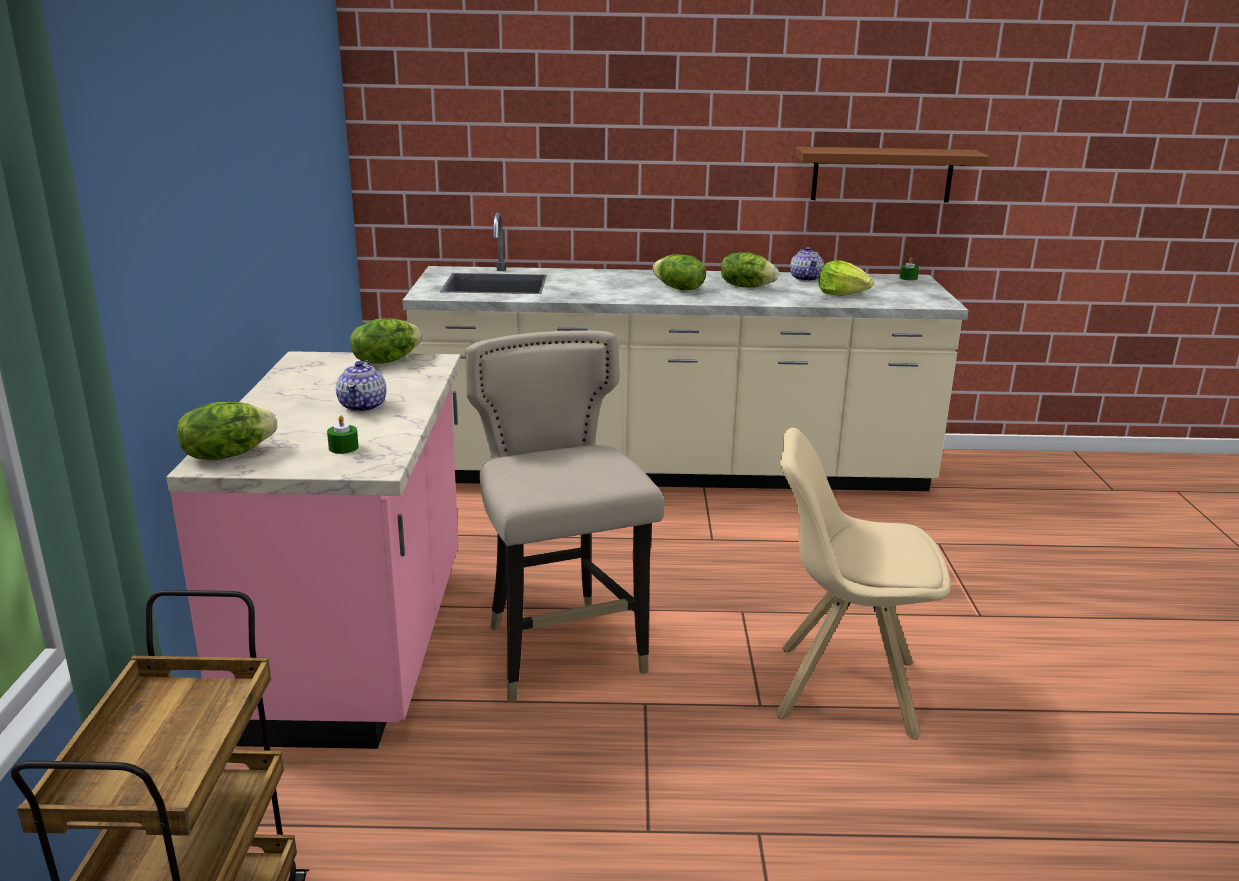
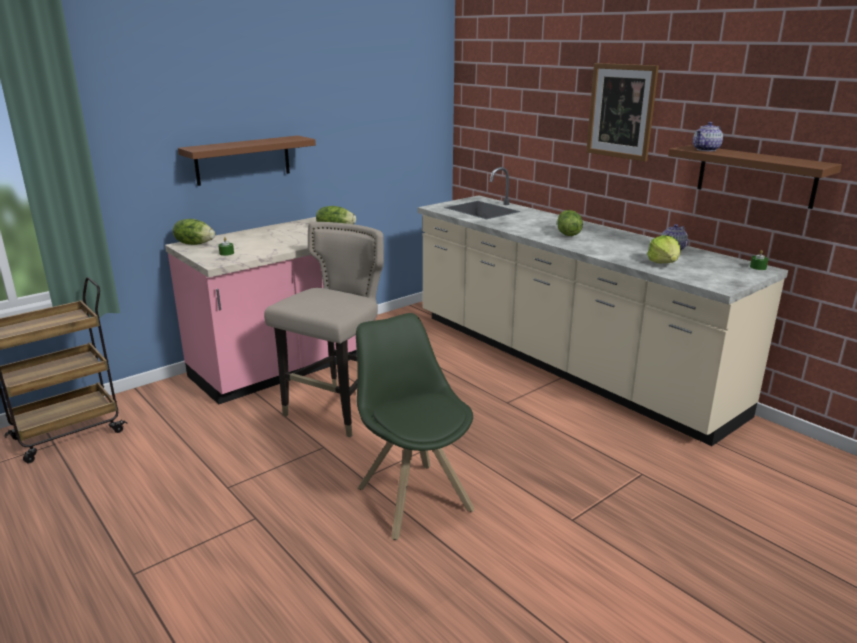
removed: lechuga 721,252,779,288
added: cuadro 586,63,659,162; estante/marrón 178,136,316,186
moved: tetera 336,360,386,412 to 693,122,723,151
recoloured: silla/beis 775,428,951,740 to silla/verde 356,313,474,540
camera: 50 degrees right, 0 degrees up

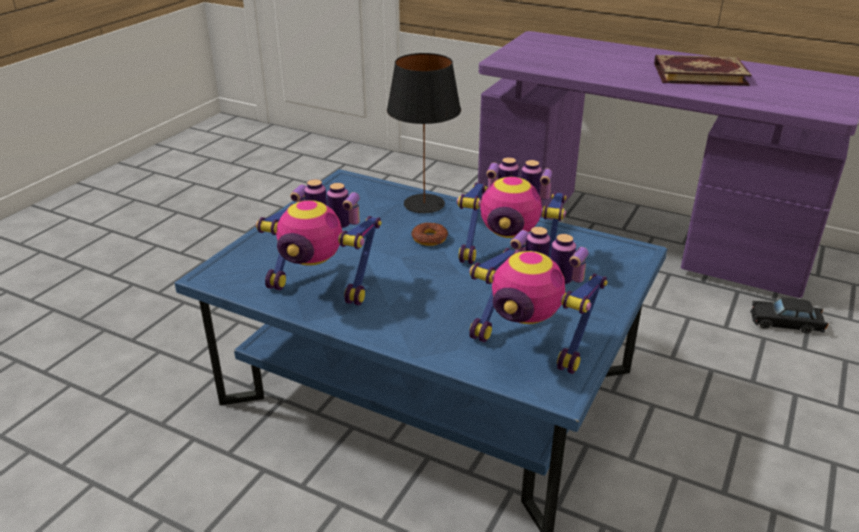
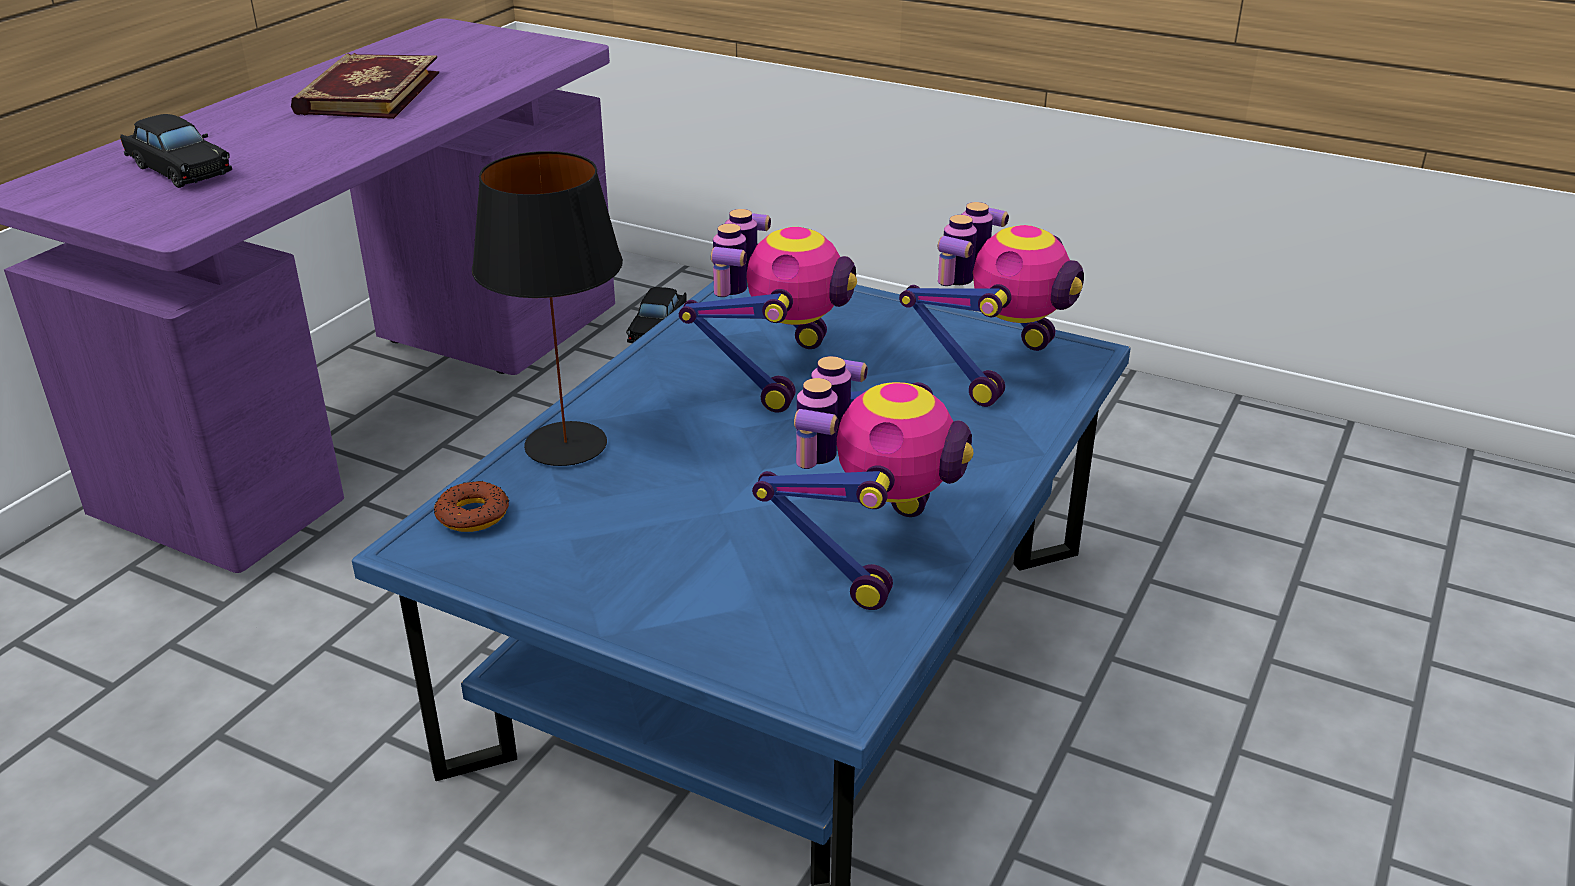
added: coche de juguete/negro 120,114,232,188
moved: rosquilla 411,223,448,246 to 434,481,510,532
camera: 90 degrees left, 0 degrees up

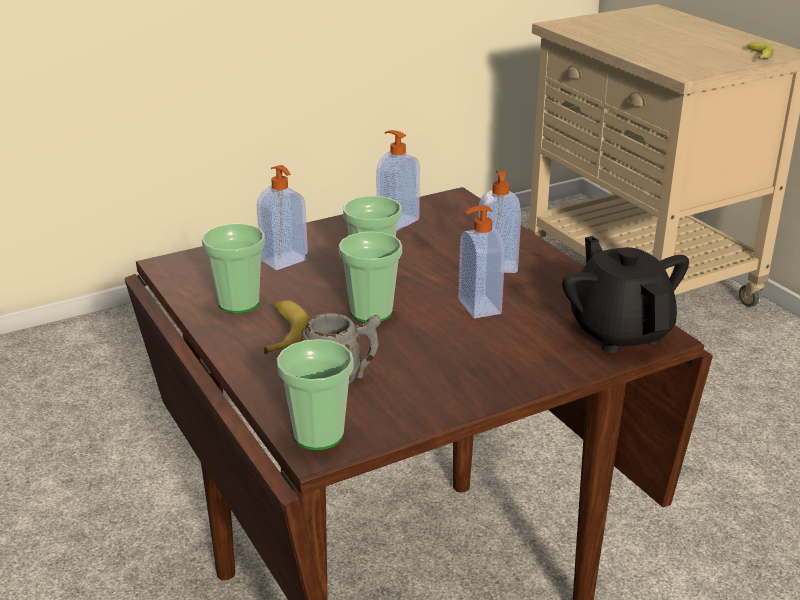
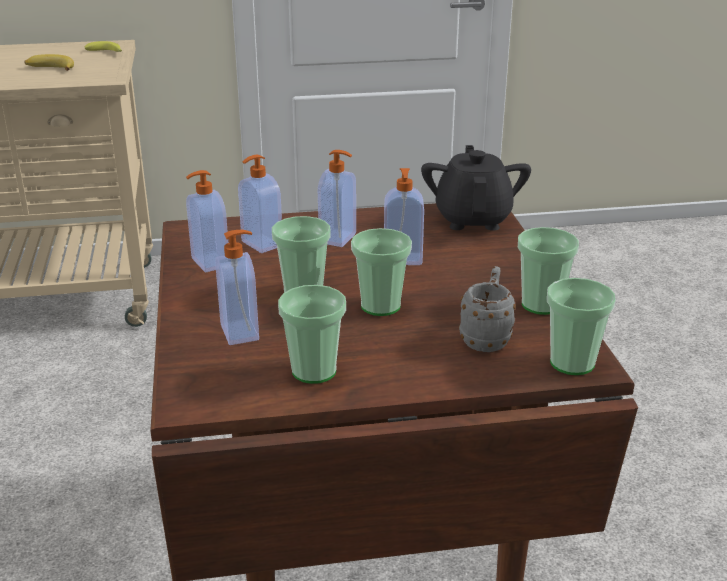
added: dispensador de jabón 238,154,282,253; taza 518,227,579,315
moved: plátano 264,300,310,354 to 24,54,74,71
turned: tetera/negro 562,236,689,353 = 421,145,531,231 90 degrees clockwise
camera: 70 degrees left, 0 degrees up

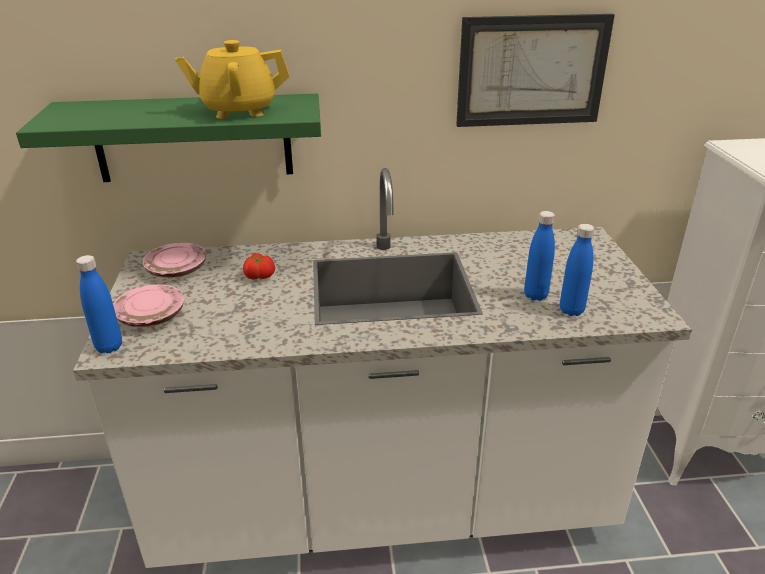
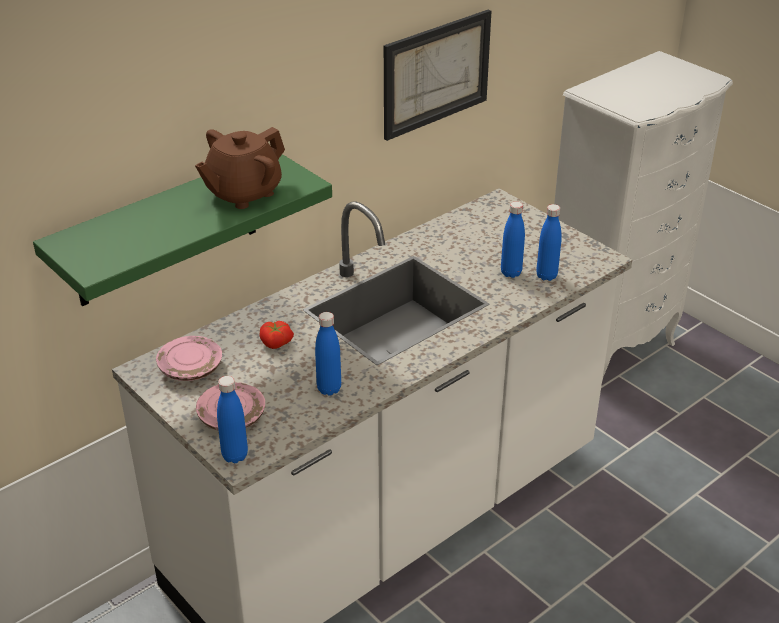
added: botella/azul 315,312,341,396
recoloured: tetera/amarillo 175,40,289,119 to tetera/marrón 195,127,285,209
camera: 35 degrees left, 5 degrees up

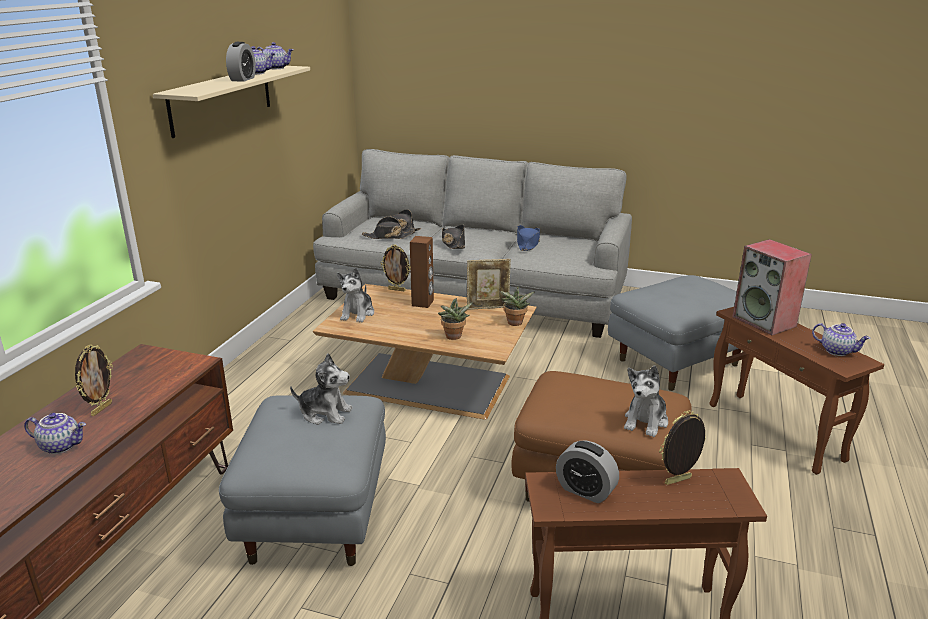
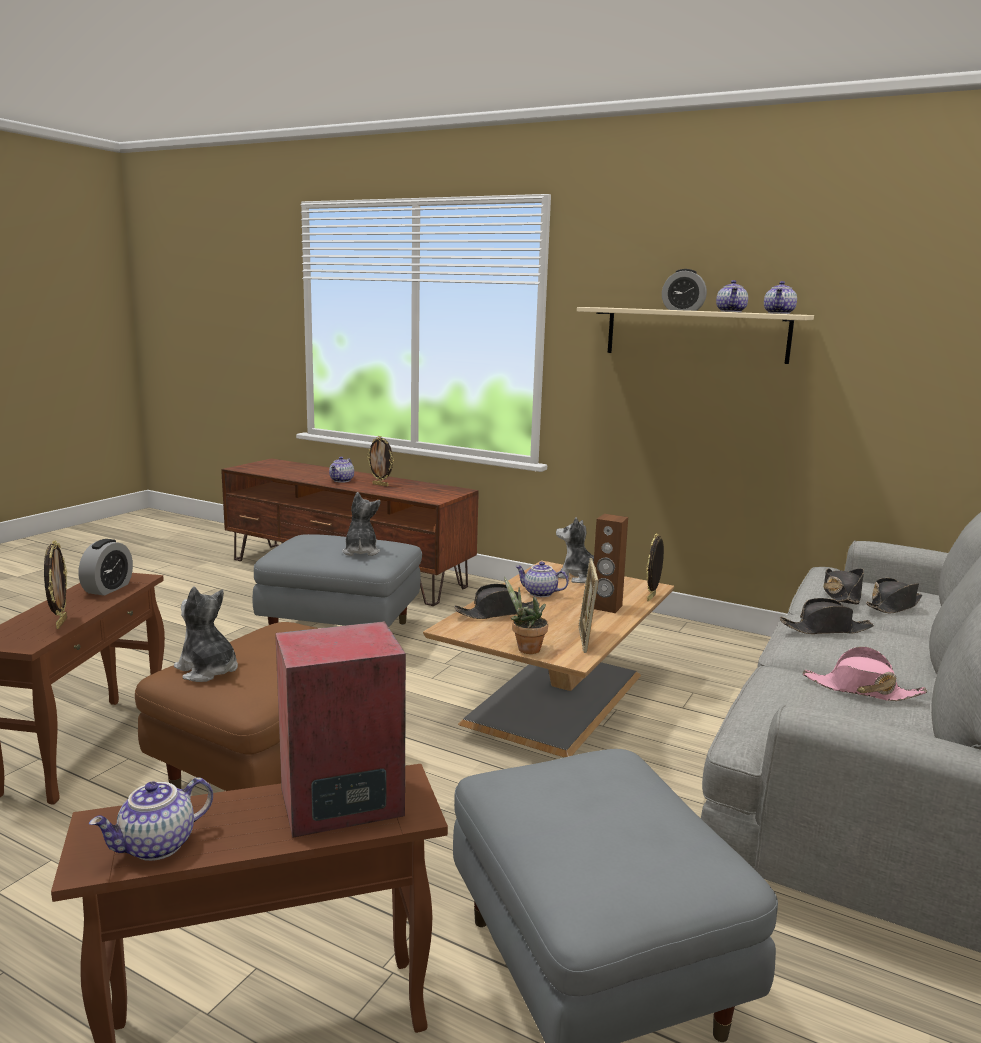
added: tetera 515,562,569,597
replaced: planta en maceta 438,298,473,340 to sombrero/negro 454,584,540,619
recoloured: sombrero/azul 517,225,540,251 to sombrero/rosa 803,646,928,701
turned: peluche 290,353,353,425 = 342,492,381,556 150 degrees clockwise; despertador 556,441,619,503 = 79,539,133,596 150 degrees clockwise
camera: 100 degrees right, 10 degrees down

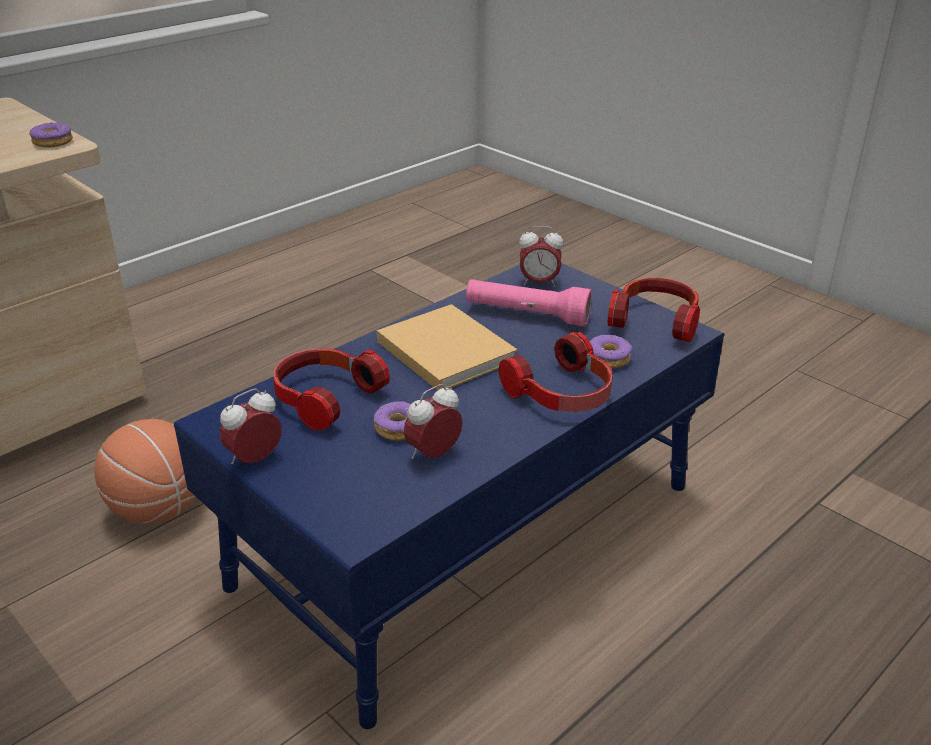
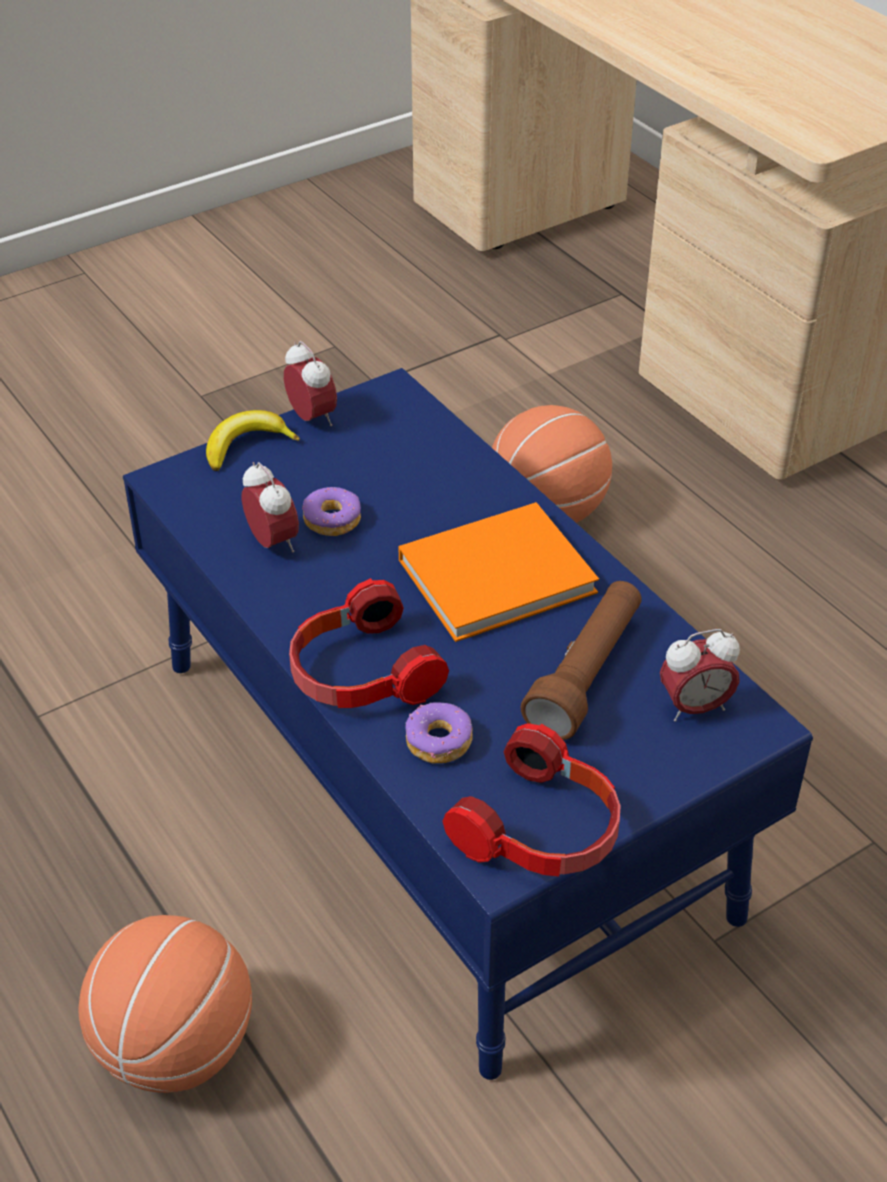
removed: rosquilla 29,122,73,148; auriculares 273,348,390,431
added: plátano 206,410,300,471; balón de baloncesto 78,915,252,1093
recoloured: linterna/rosa 466,279,592,326 to linterna/marrón 521,581,642,740; libro/beis 377,304,518,391 to libro/naranja 398,502,599,642
turned: despertador 519,226,563,287 = 660,629,740,721 120 degrees counterclockwise
camera: 100 degrees right, 10 degrees up

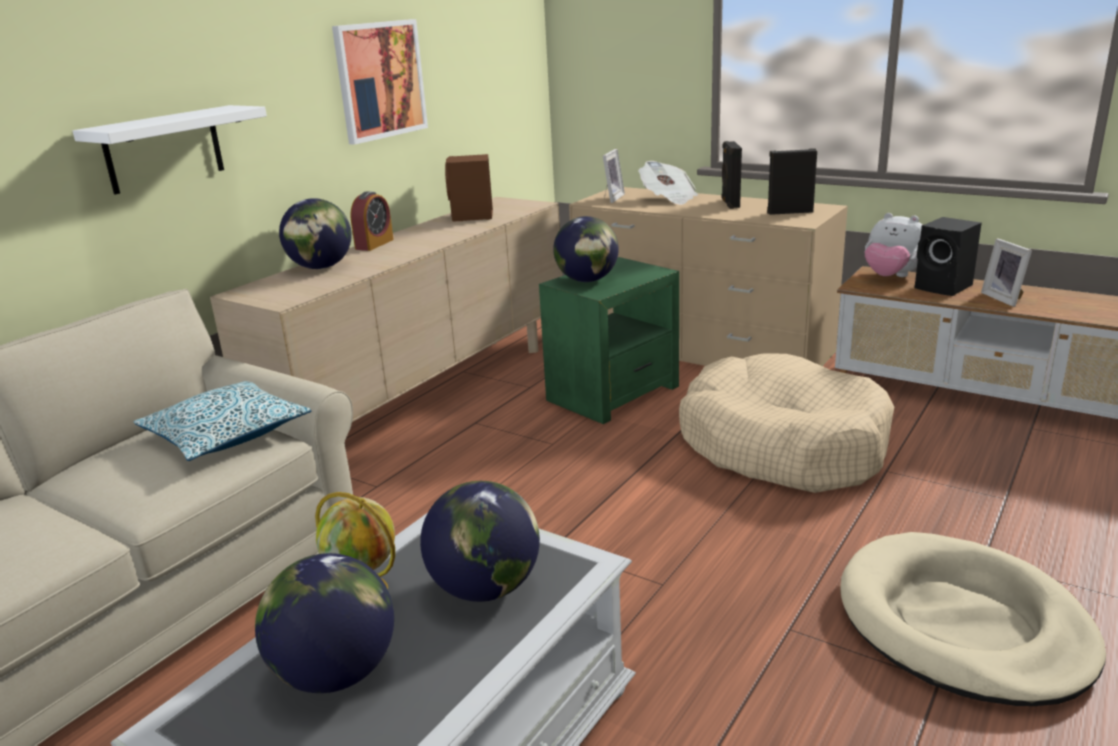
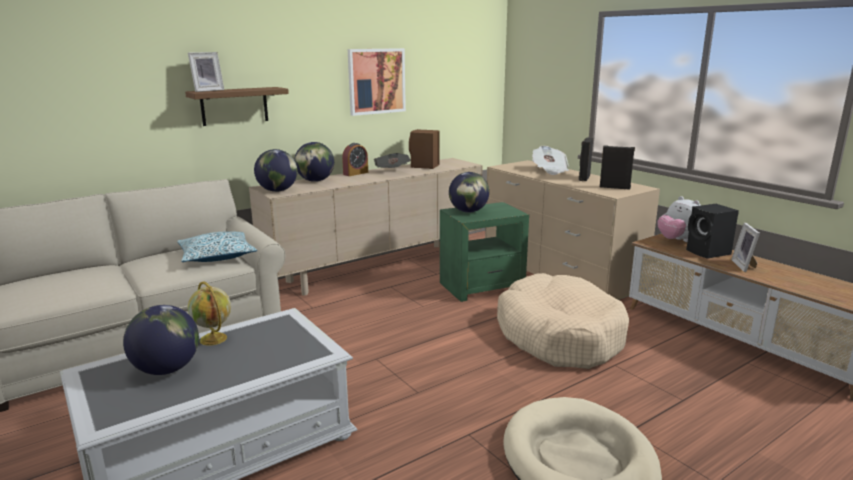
added: periódico 374,153,411,168
moved: portarretratos 603,149,625,203 to 188,52,224,92; globo terráqueo 420,481,540,602 to 254,149,298,192
recoloured: estante/blanco 73,105,267,194 to estante/marrón 185,87,289,126
camera: 20 degrees right, 5 degrees down

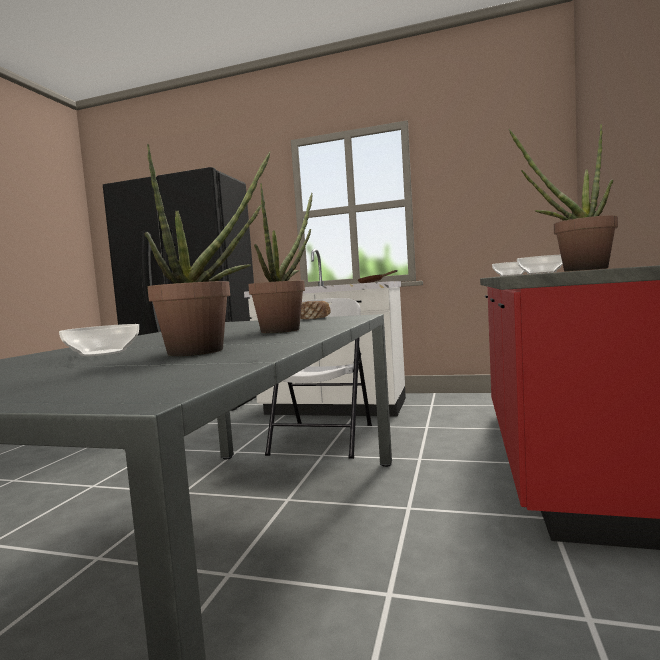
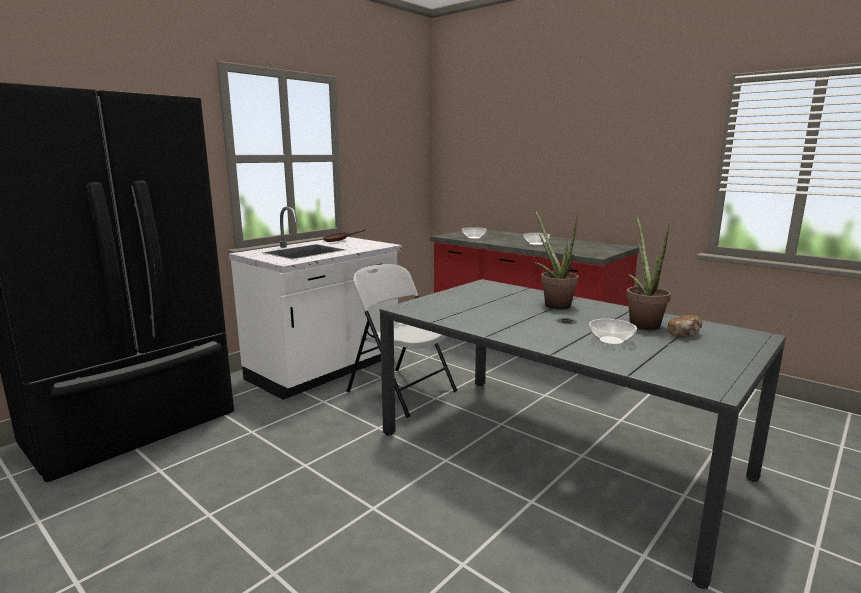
removed: planta en maceta 509,124,618,271
moved: pan 300,301,331,319 to 667,315,702,338
camera: 65 degrees left, 10 degrees up

